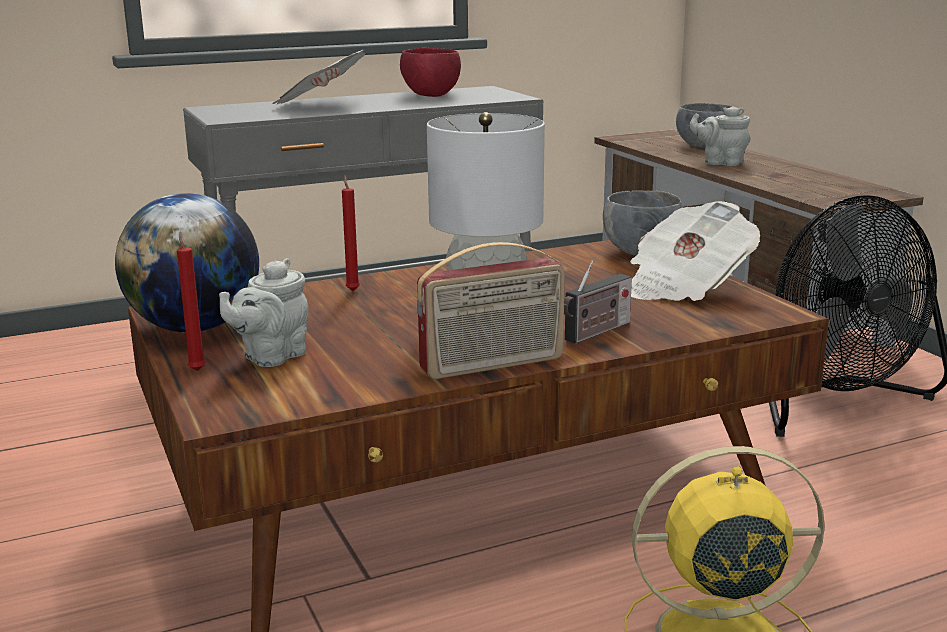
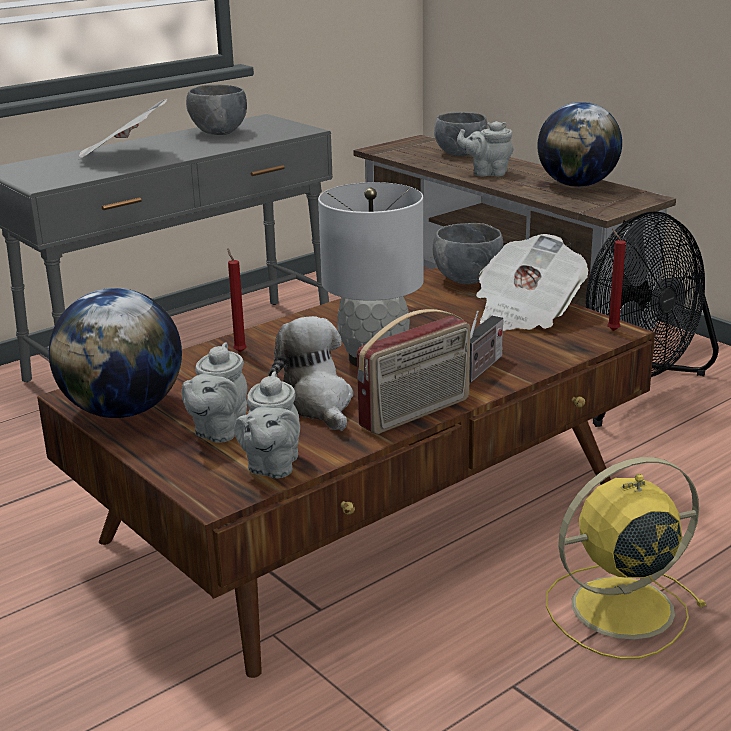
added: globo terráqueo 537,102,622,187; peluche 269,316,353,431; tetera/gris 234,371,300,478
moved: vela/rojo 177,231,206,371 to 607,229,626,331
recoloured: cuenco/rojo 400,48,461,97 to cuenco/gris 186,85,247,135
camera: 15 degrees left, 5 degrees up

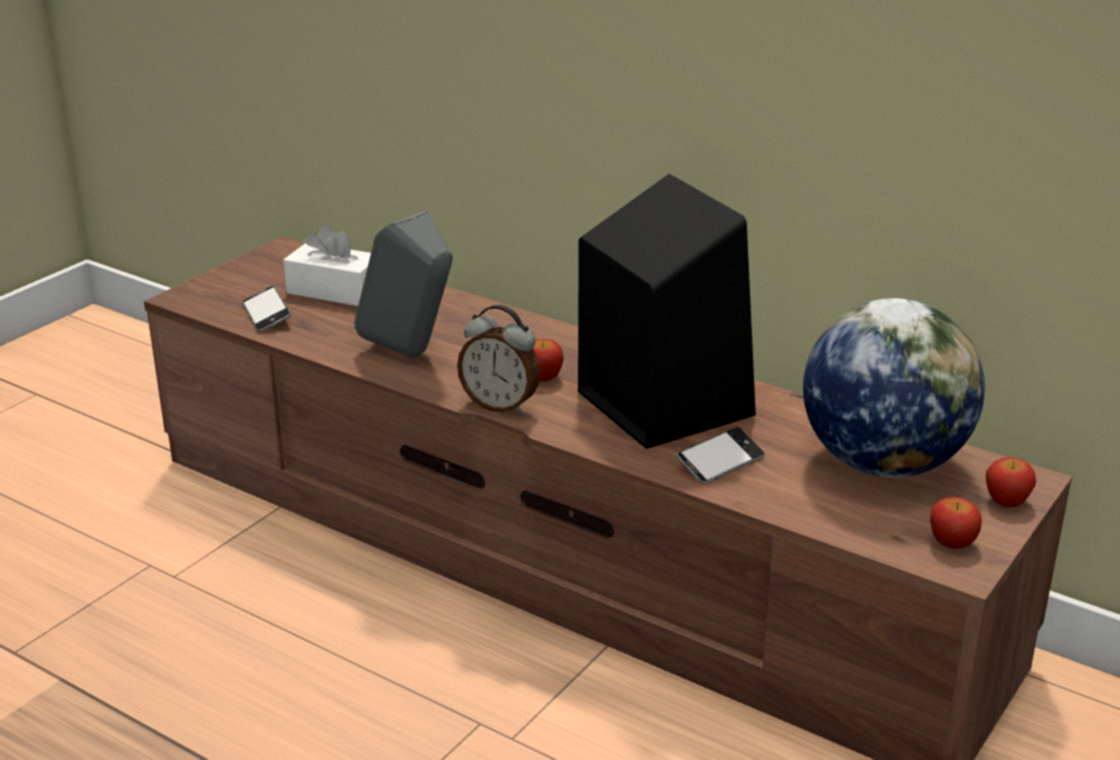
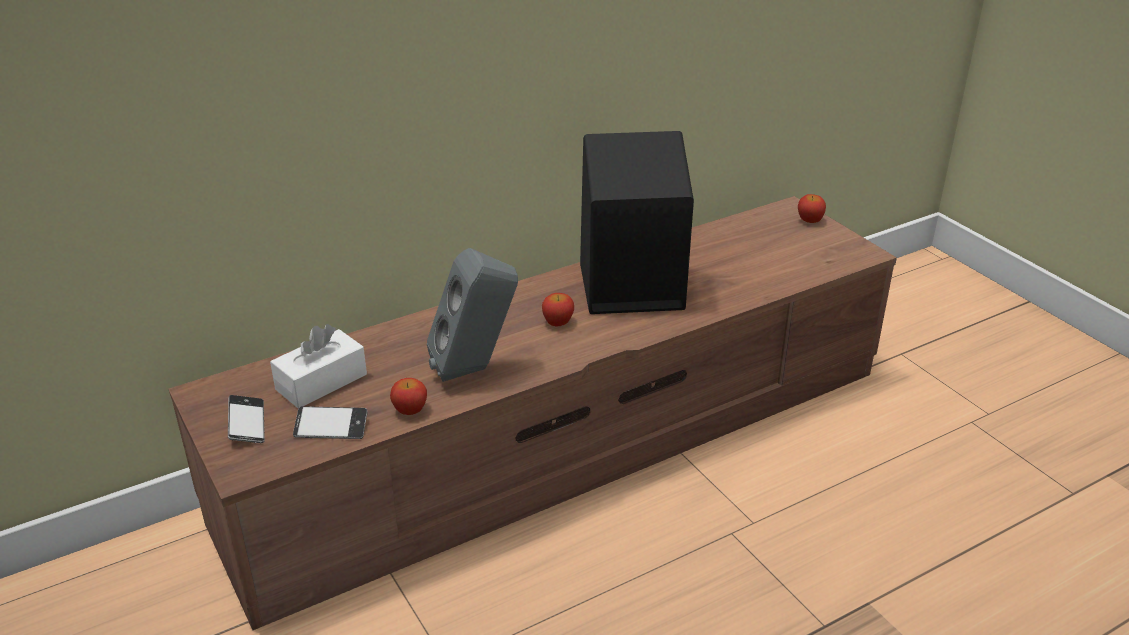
removed: globo terráqueo 803,298,985,478; despertador 457,305,540,414
moved: móvil 677,427,764,484 to 228,395,265,443; manzana 930,497,982,549 to 390,378,427,415
camera: 65 degrees left, 5 degrees up

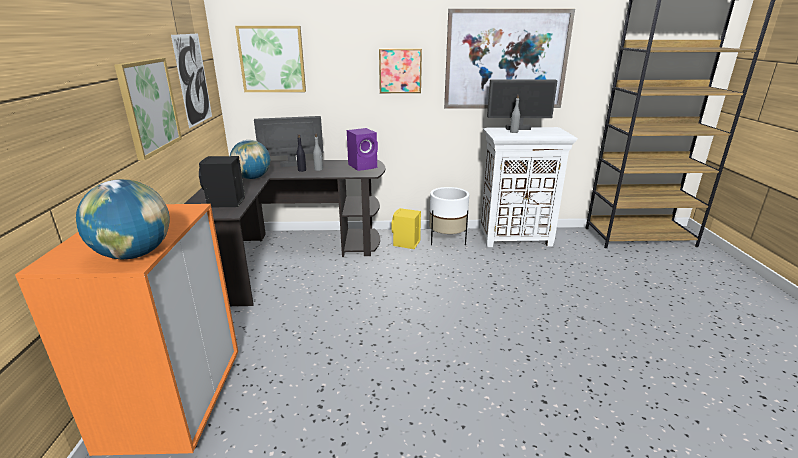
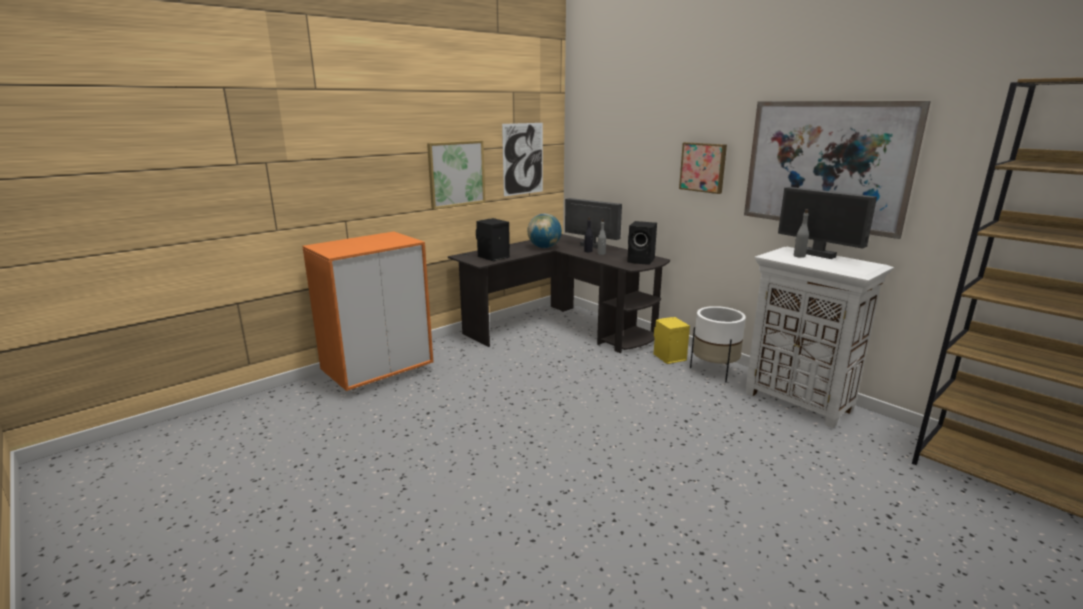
removed: cuadro 235,26,306,92; globo terráqueo 76,179,170,259
recoloured: altavoz/morado 347,128,378,171 to altavoz/negro 627,221,657,265
camera: 50 degrees right, 5 degrees down

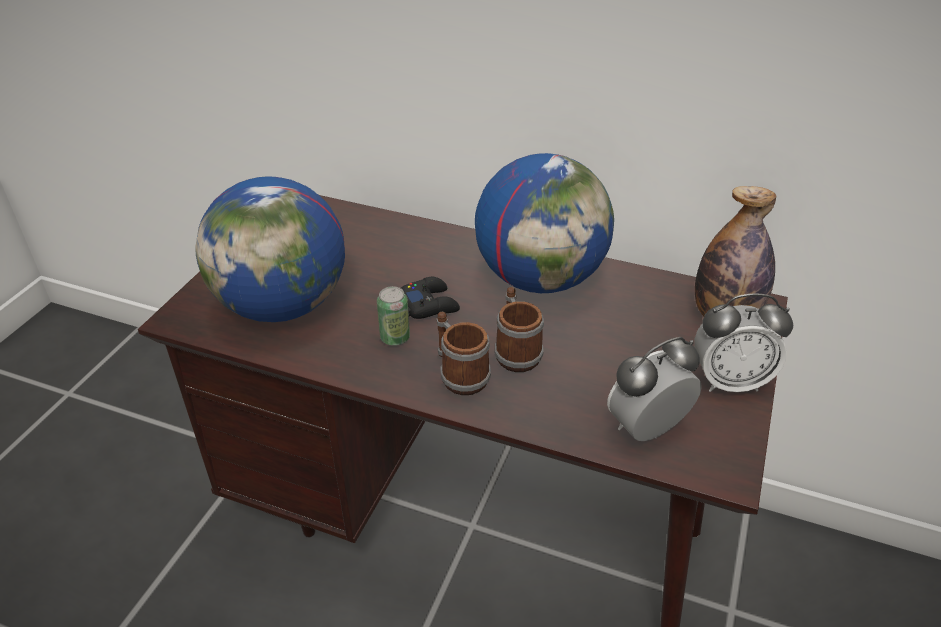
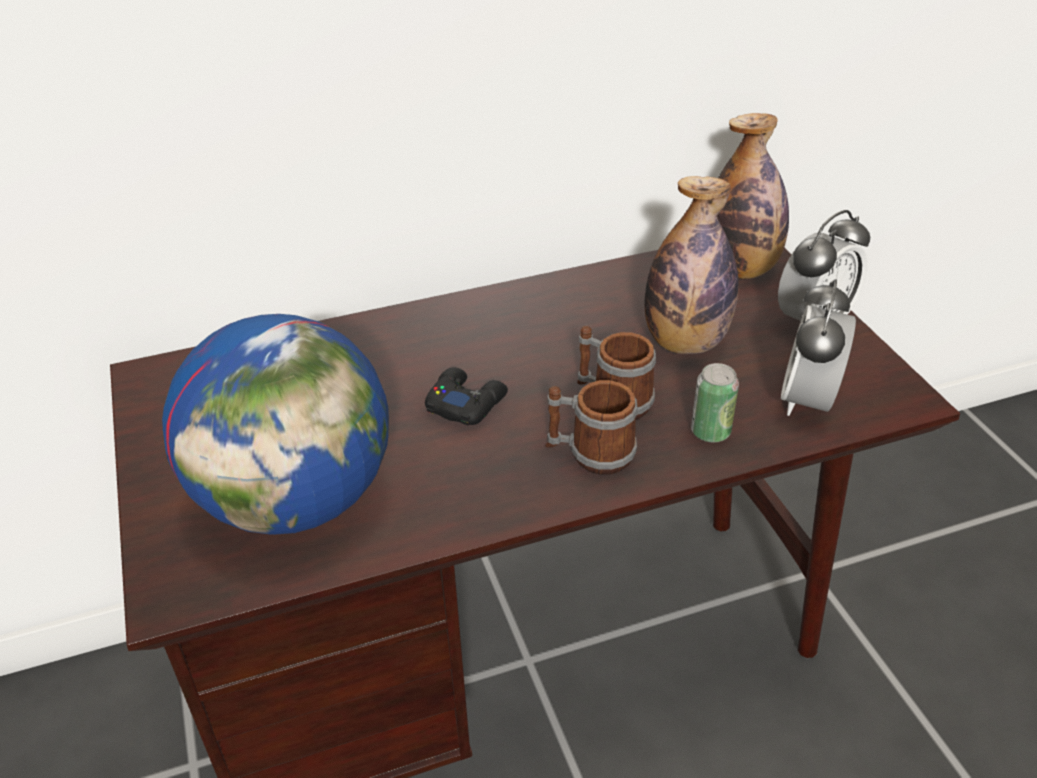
removed: globo terráqueo 475,153,614,293
added: botella 645,176,739,354
moved: lata 377,286,410,346 to 691,363,739,442
camera: 40 degrees left, 0 degrees up

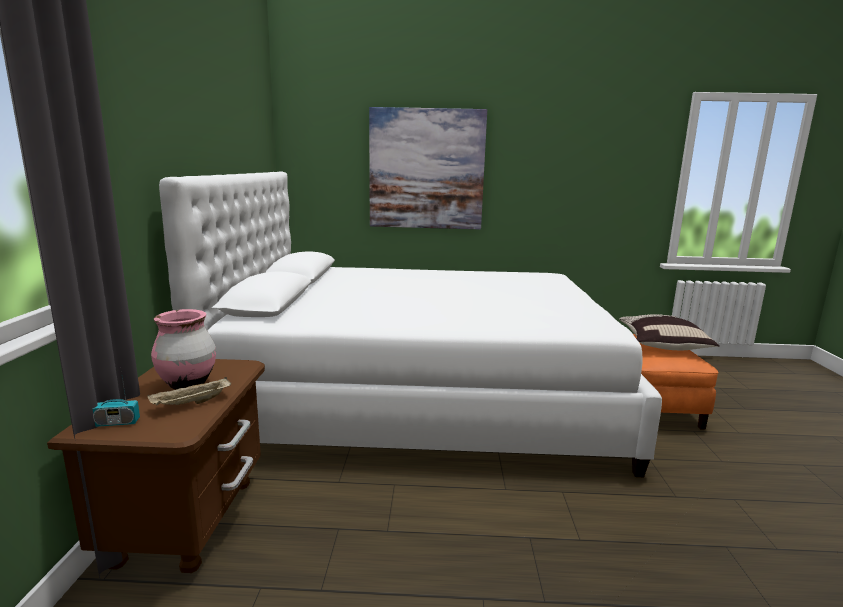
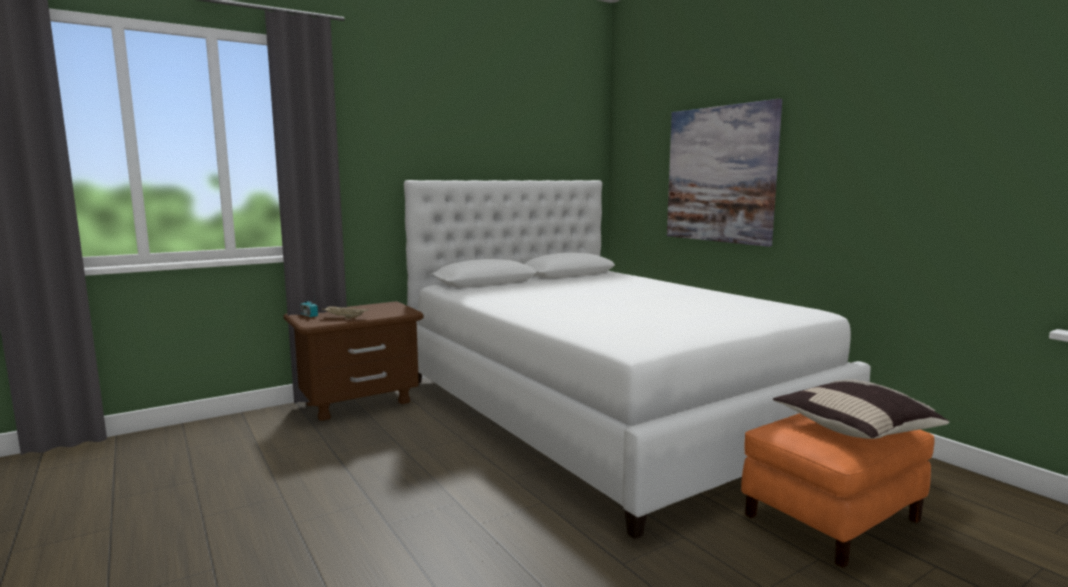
removed: florero/rosa 151,309,216,390
camera: 55 degrees right, 5 degrees down

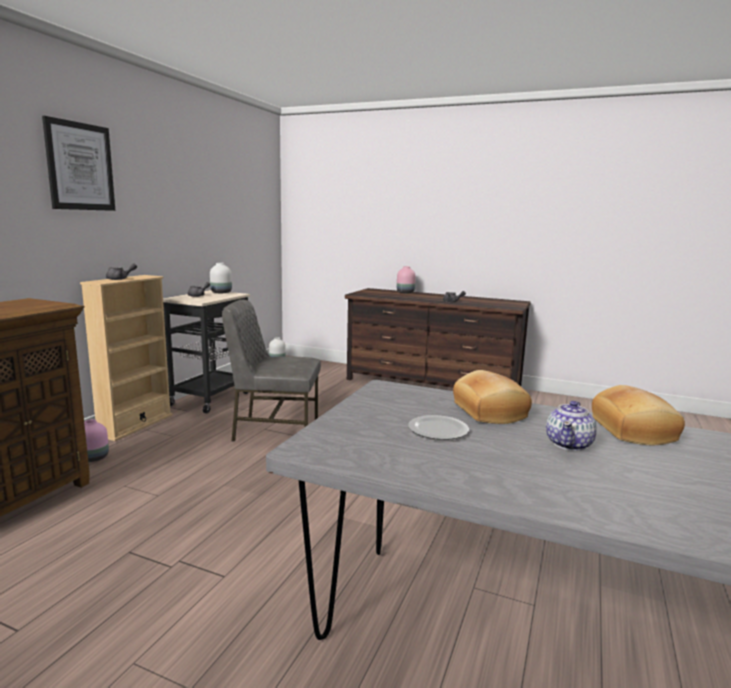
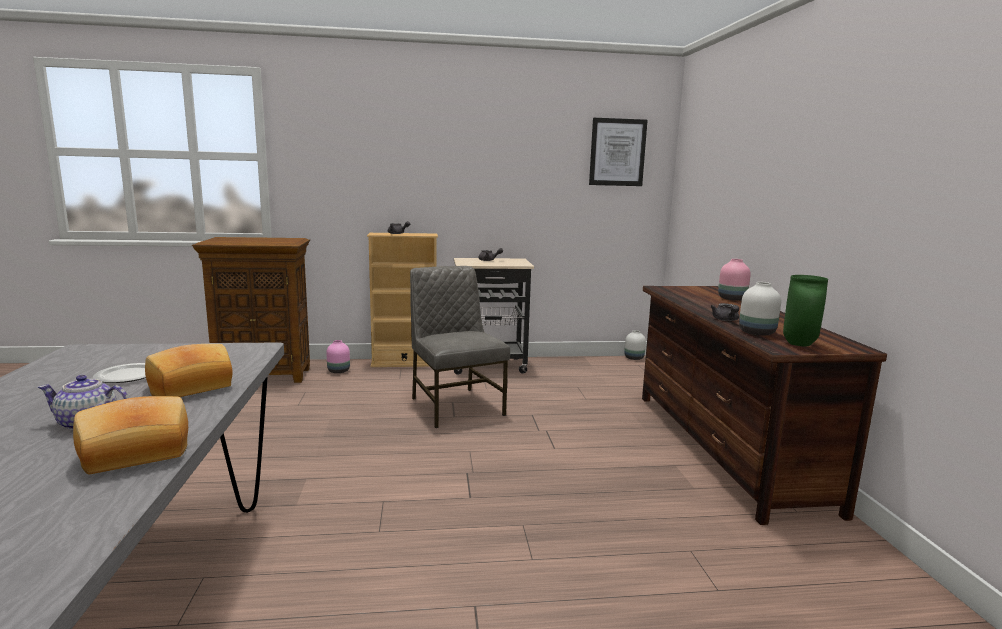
added: florero/verde 783,275,828,346
moved: cuadro 42,116,115,211 to 589,118,648,186; florero/blanco 210,263,232,293 to 739,282,781,335
camera: 60 degrees right, 0 degrees up

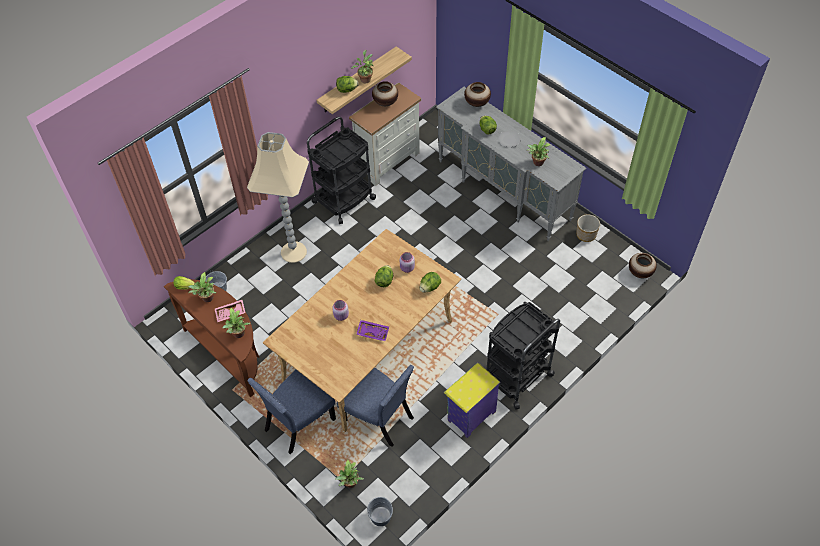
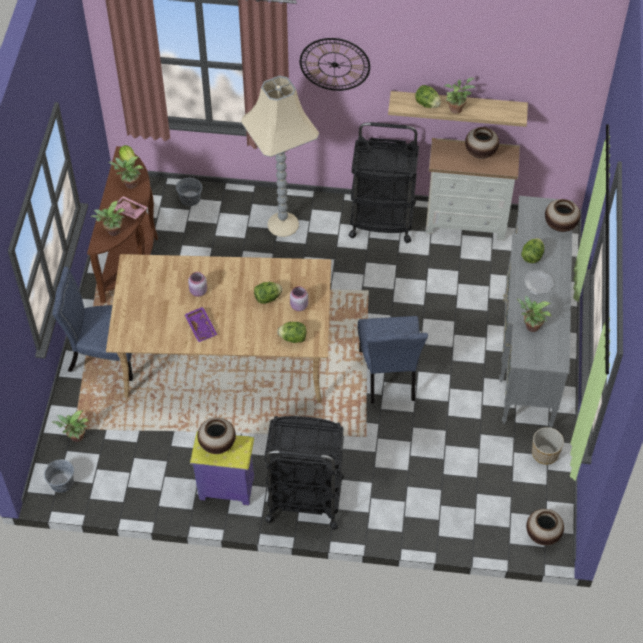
added: reloj de pared 300,38,370,91; florero 197,417,236,454
moved: silla/azul 337,365,414,447 to 357,316,428,404
camera: 50 degrees right, 0 degrees up

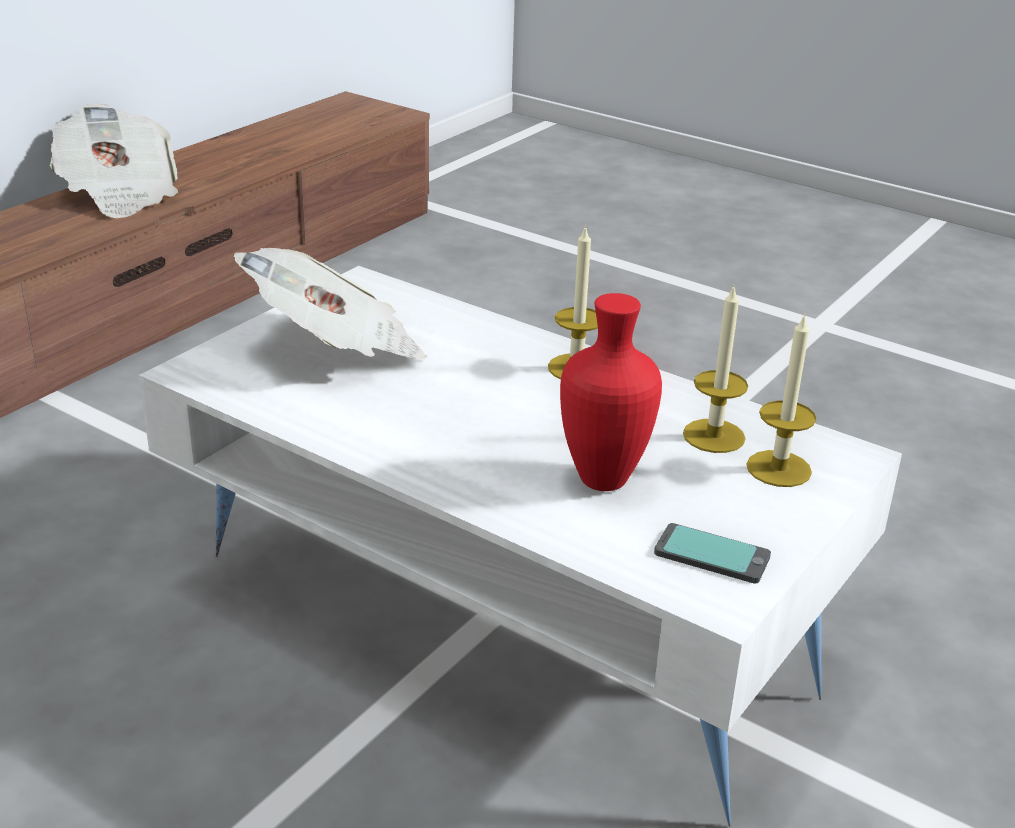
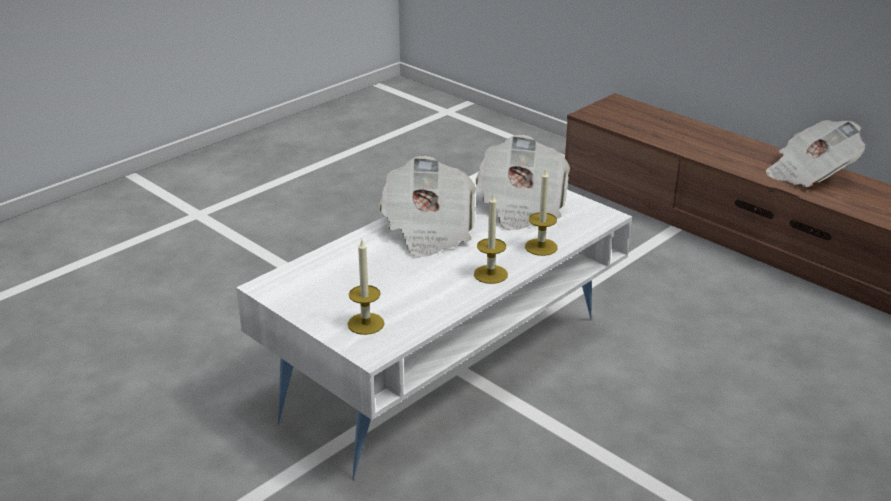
removed: florero/rojo 560,293,662,491; móvil 654,523,771,584
added: periódico 379,156,476,258
moved: vela 683,285,748,453 to 525,168,558,256
camera: 100 degrees right, 0 degrees up

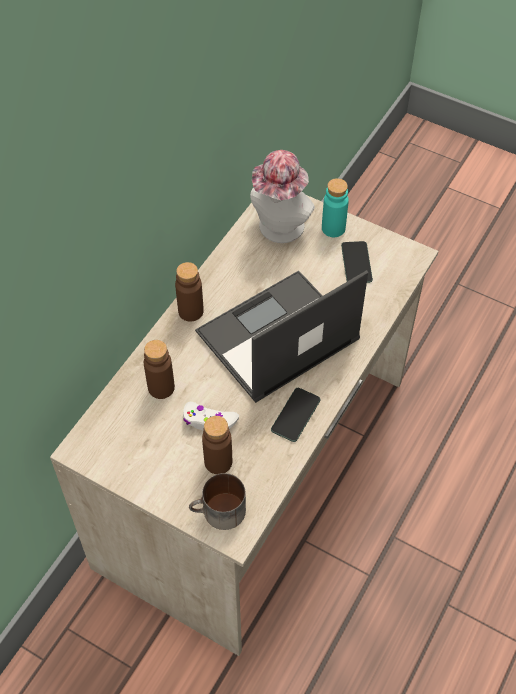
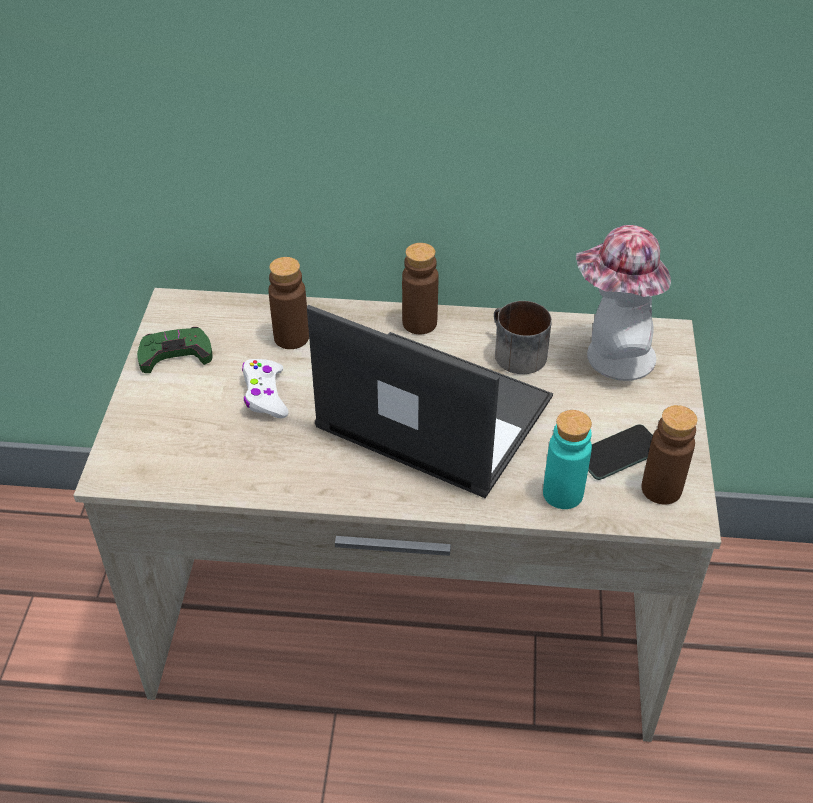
removed: móvil 271,388,321,442
added: mando de consola/verde 137,327,213,373
moved: botella/turquesa 322,178,349,237 to 543,410,592,509; botella/marrón 202,416,232,474 to 641,405,697,504; taza grande 189,473,246,530 to 494,301,552,374
camera: 65 degrees right, 10 degrees down

